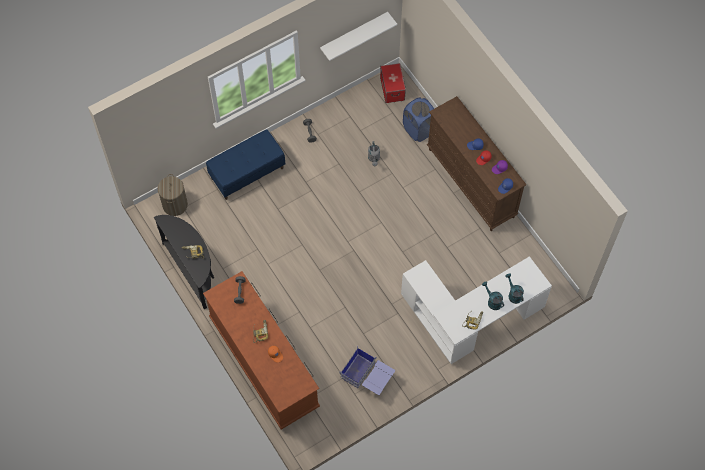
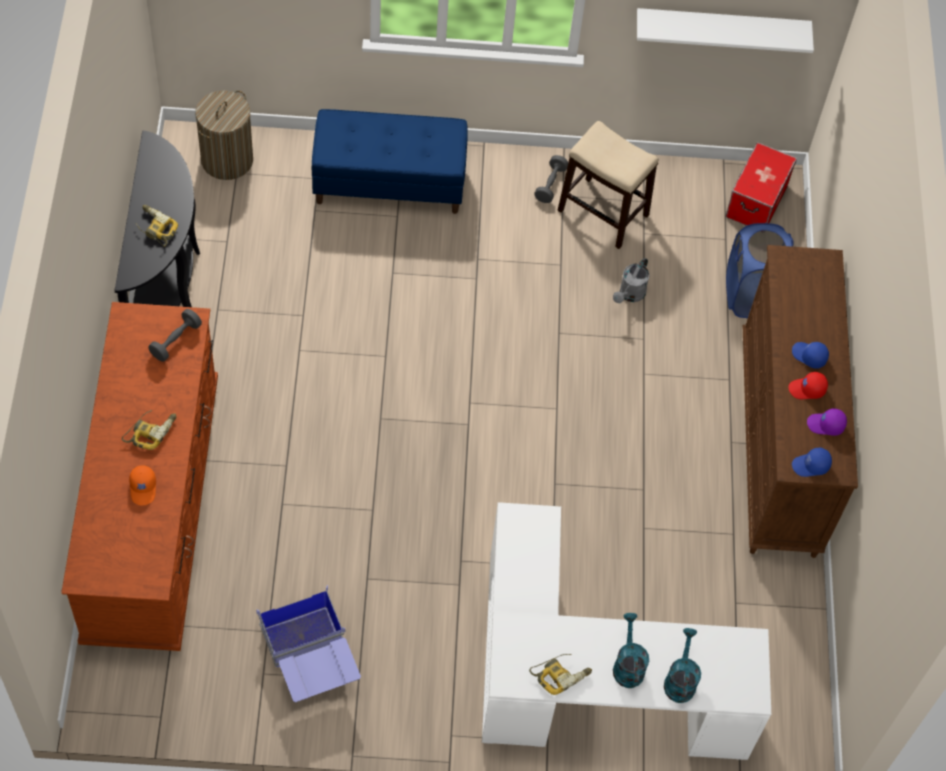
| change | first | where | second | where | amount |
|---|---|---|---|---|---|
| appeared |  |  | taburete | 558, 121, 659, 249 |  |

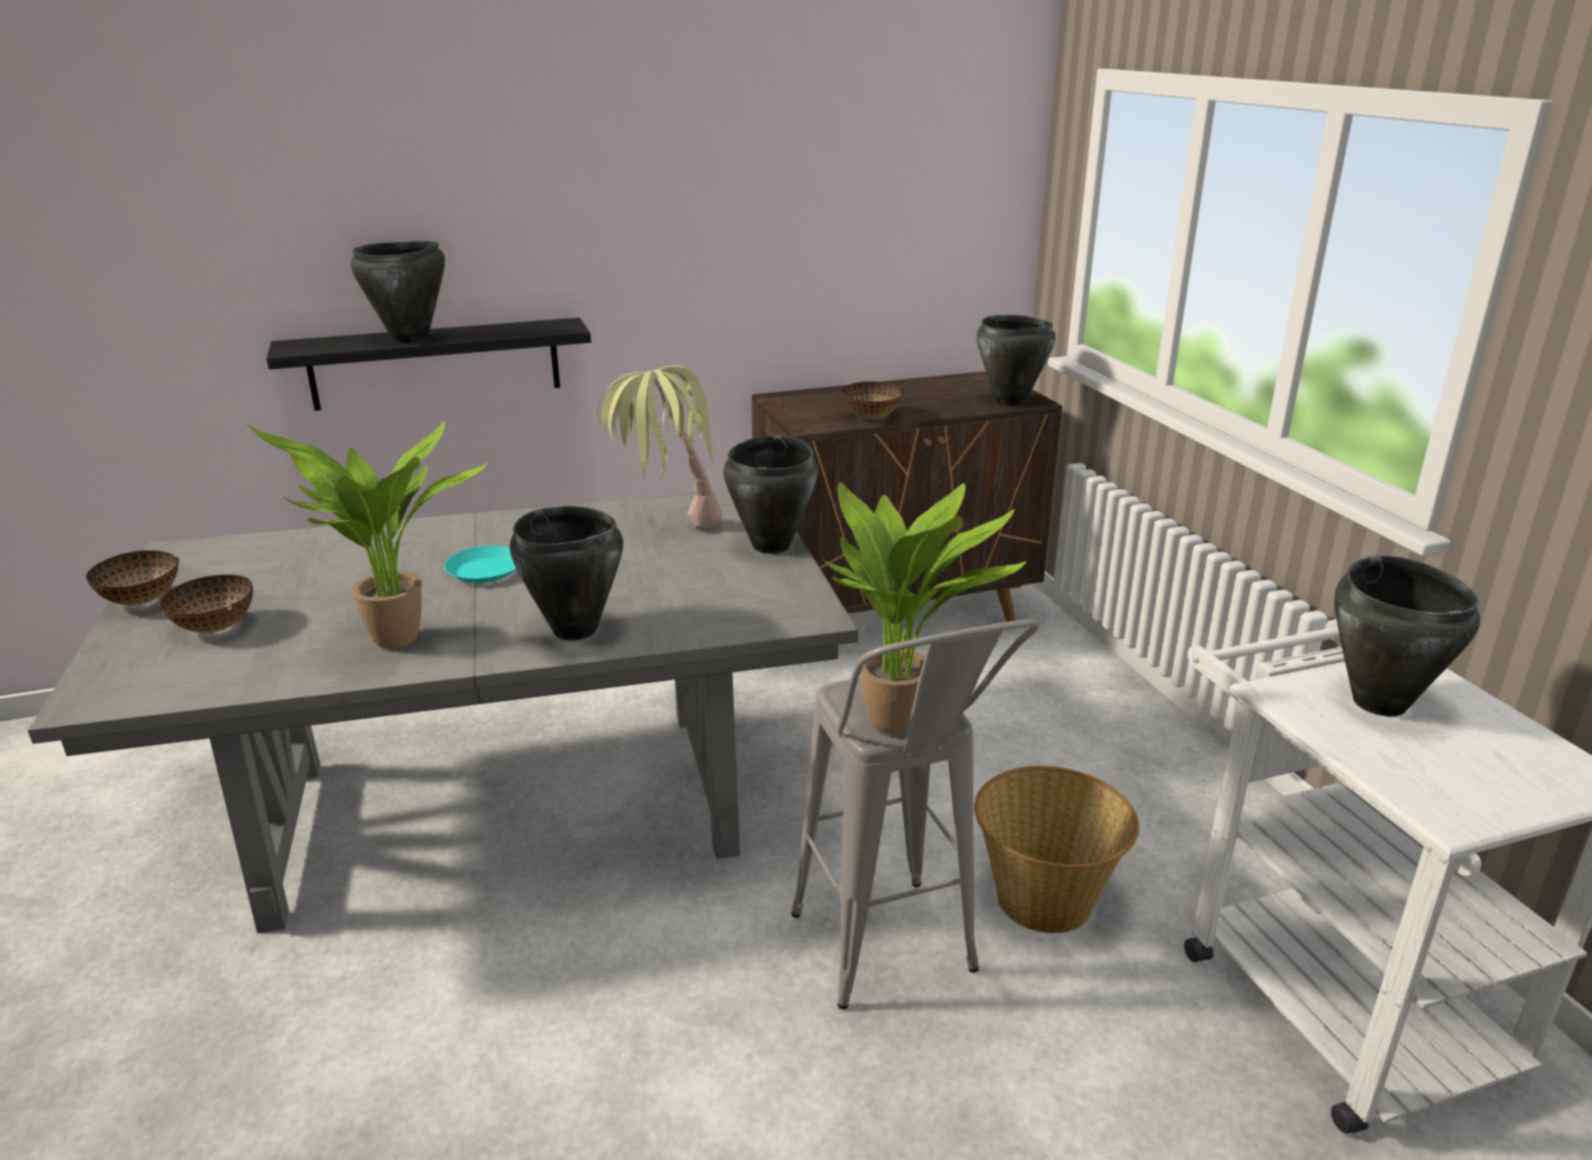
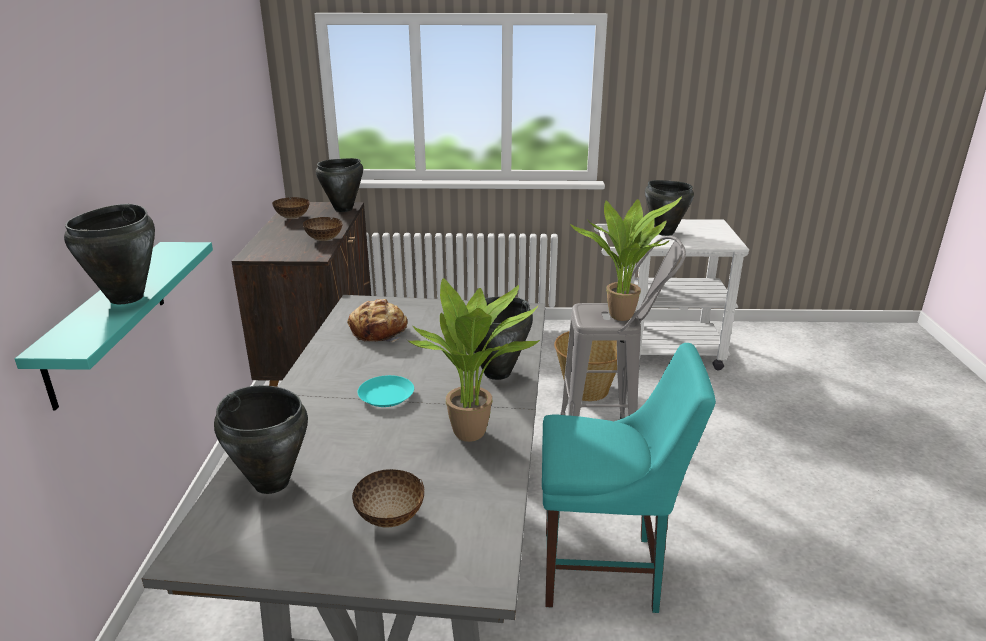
| change | first | where | second | where | amount |
|---|---|---|---|---|---|
| relocated | cuenco | 86, 550, 179, 605 |  | 272, 197, 310, 219 |  |
| colour | estante (negro) | 266, 318, 591, 411 | estante (turquesa) | 15, 242, 213, 410 |  |
| exchanged | planta en maceta | 597, 365, 723, 528 | pan | 347, 299, 407, 342 |  |
| relocated | olla (negro) | 723, 435, 818, 554 |  | 214, 385, 308, 494 |  |
| appeared |  |  | silla (turquesa) | 542, 343, 716, 613 |  |

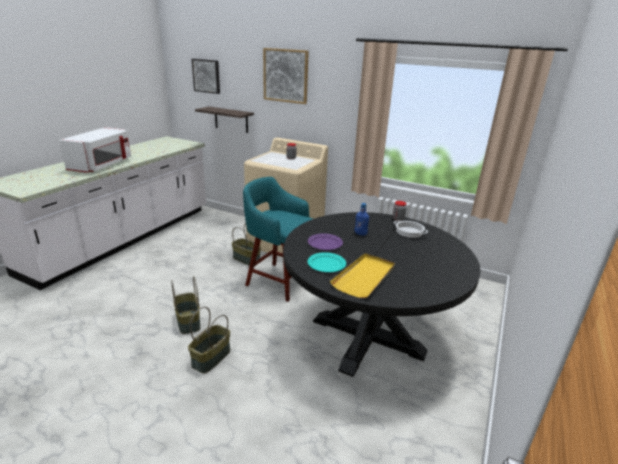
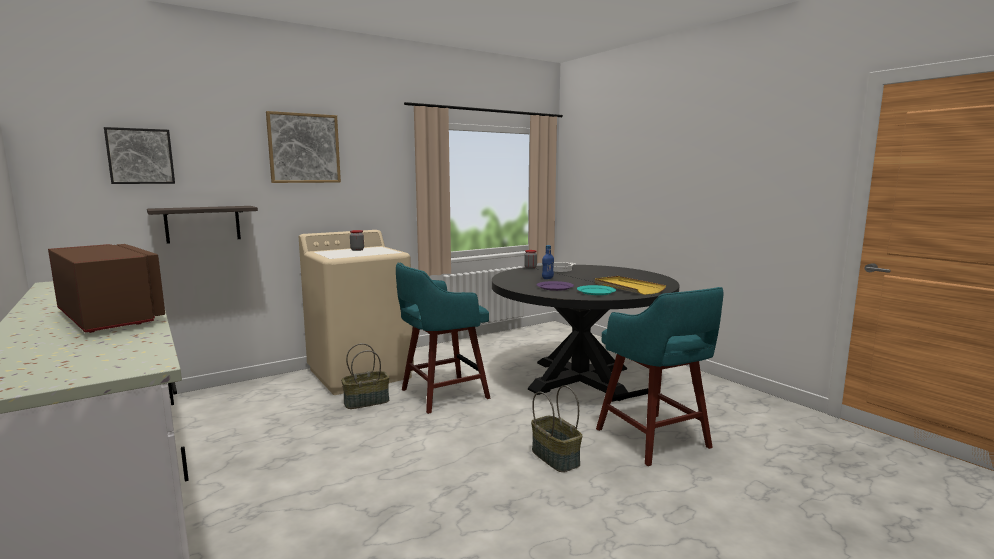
| change | first | where | second | where | amount |
|---|---|---|---|---|---|
| colour | microondas (blanco) | 59, 127, 131, 173 | microondas (marrón) | 48, 244, 165, 333 |  |
| missing | cesta | 171, 276, 200, 334 |  |  |  |
| appeared |  |  | taburete (turquesa) | 596, 287, 723, 466 |  |

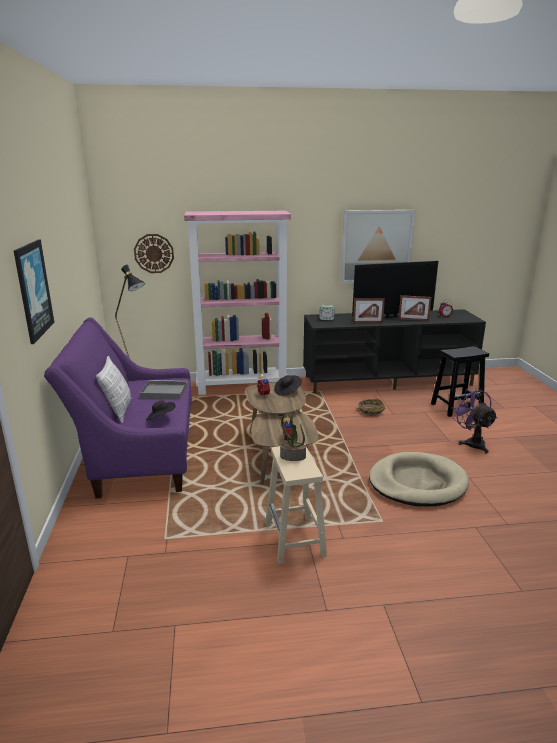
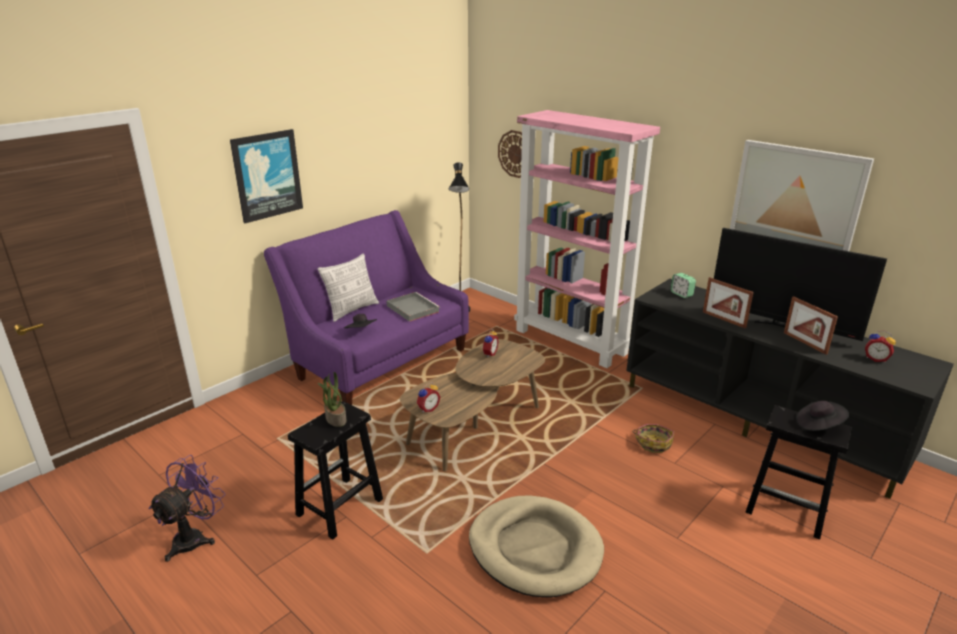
| change | first | where | second | where | amount |
|---|---|---|---|---|---|
| colour | taburete (beis) | 265, 446, 327, 564 | taburete (negro) | 288, 401, 383, 540 |  |
| relocated | sombrero (negro) | 274, 375, 302, 396 |  | 796, 401, 849, 431 |  |
| relocated | ventilador (morado) | 452, 388, 498, 454 |  | 148, 455, 226, 562 |  |

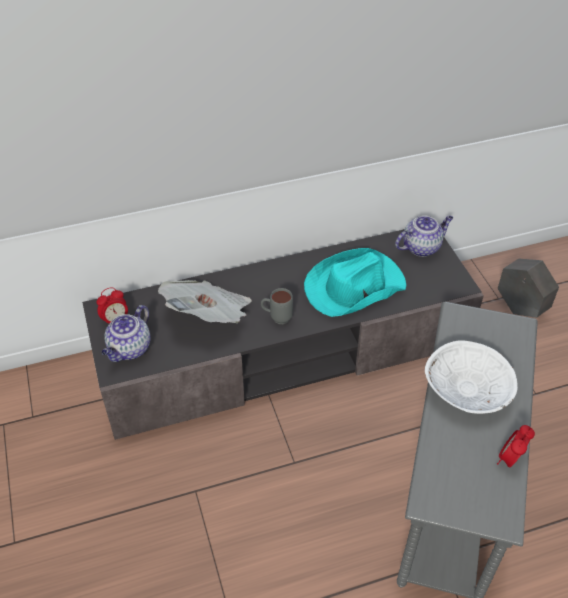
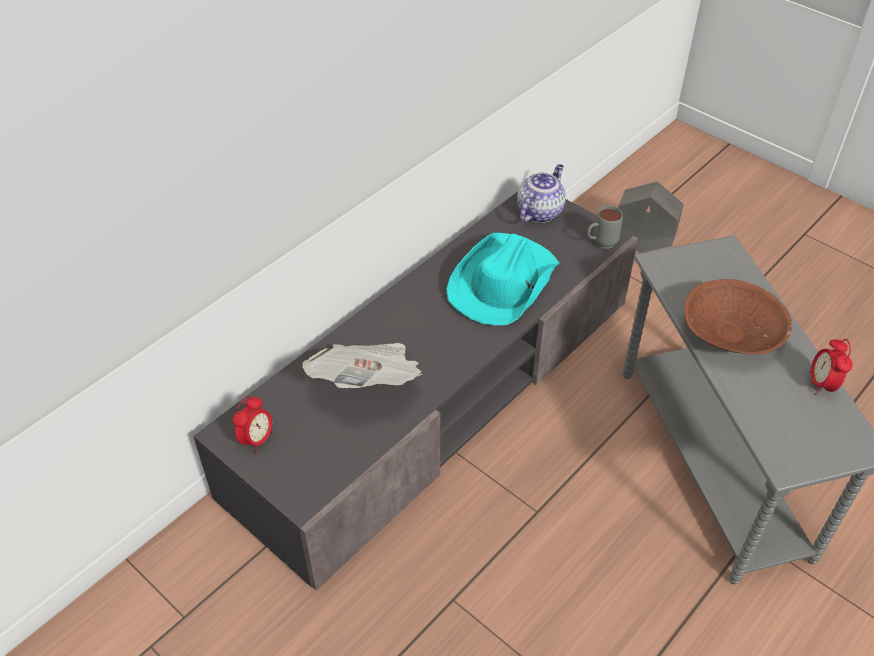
| change | first | where | second | where | amount |
|---|---|---|---|---|---|
| missing | tetera | 102, 305, 151, 362 |  |  |  |
| relocated | taza grande (gris) | 261, 288, 293, 324 |  | 587, 206, 623, 249 |  |
| colour | cuenco (blanco) | 425, 340, 518, 414 | cuenco (marrón) | 684, 279, 792, 354 |  |

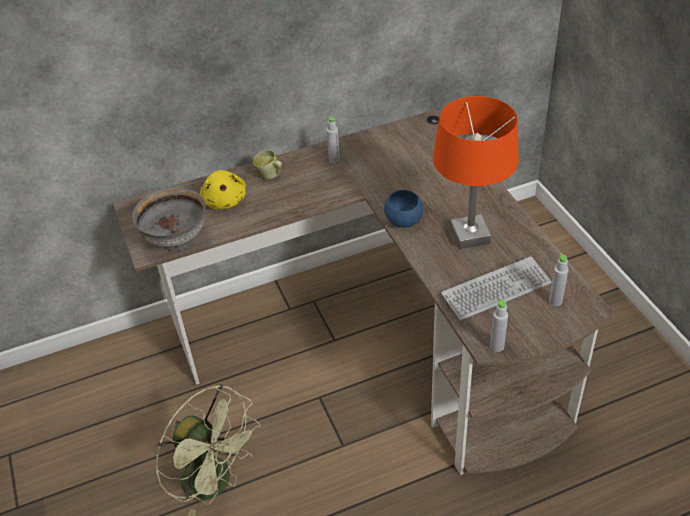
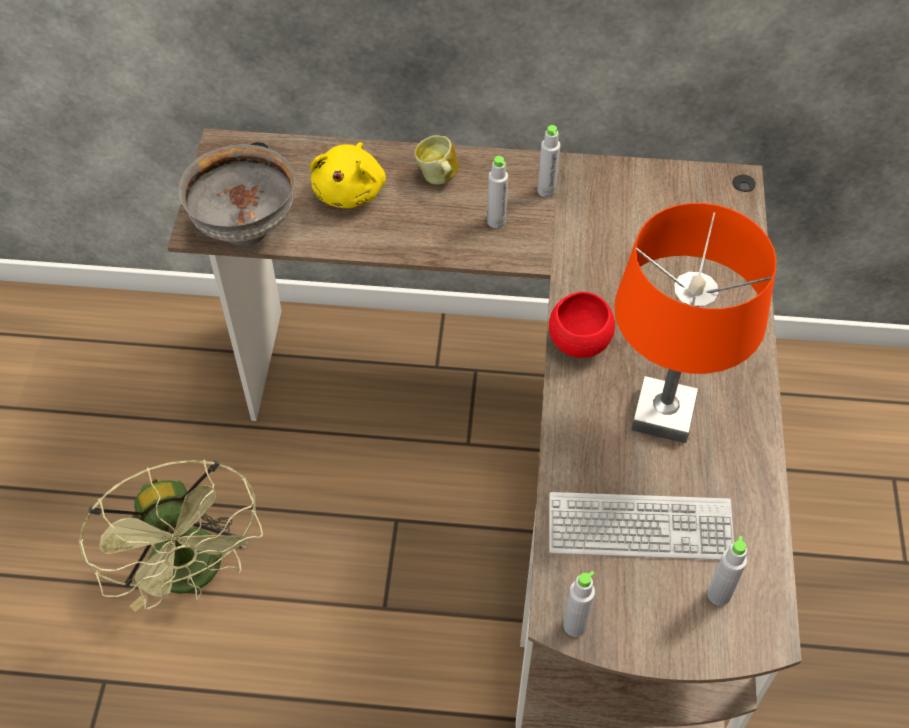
| change | first | where | second | where | amount |
|---|---|---|---|---|---|
| colour | cuenco (azul) | 384, 190, 423, 228 | cuenco (rojo) | 549, 292, 615, 358 |  |
| appeared |  |  | botella (gris) | 487, 156, 508, 228 |  |

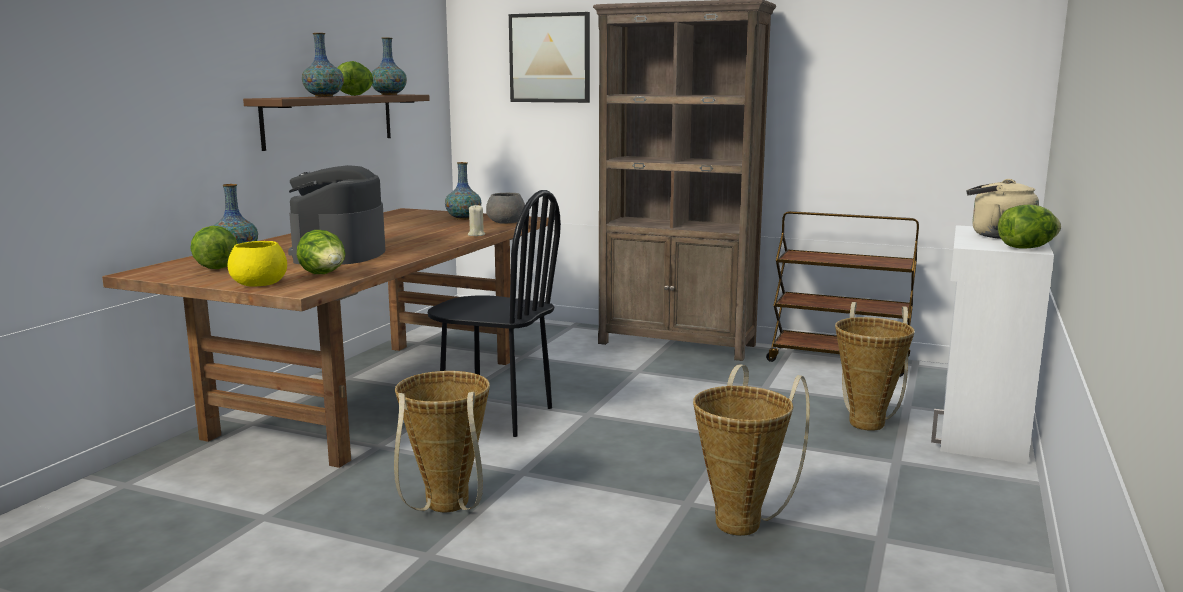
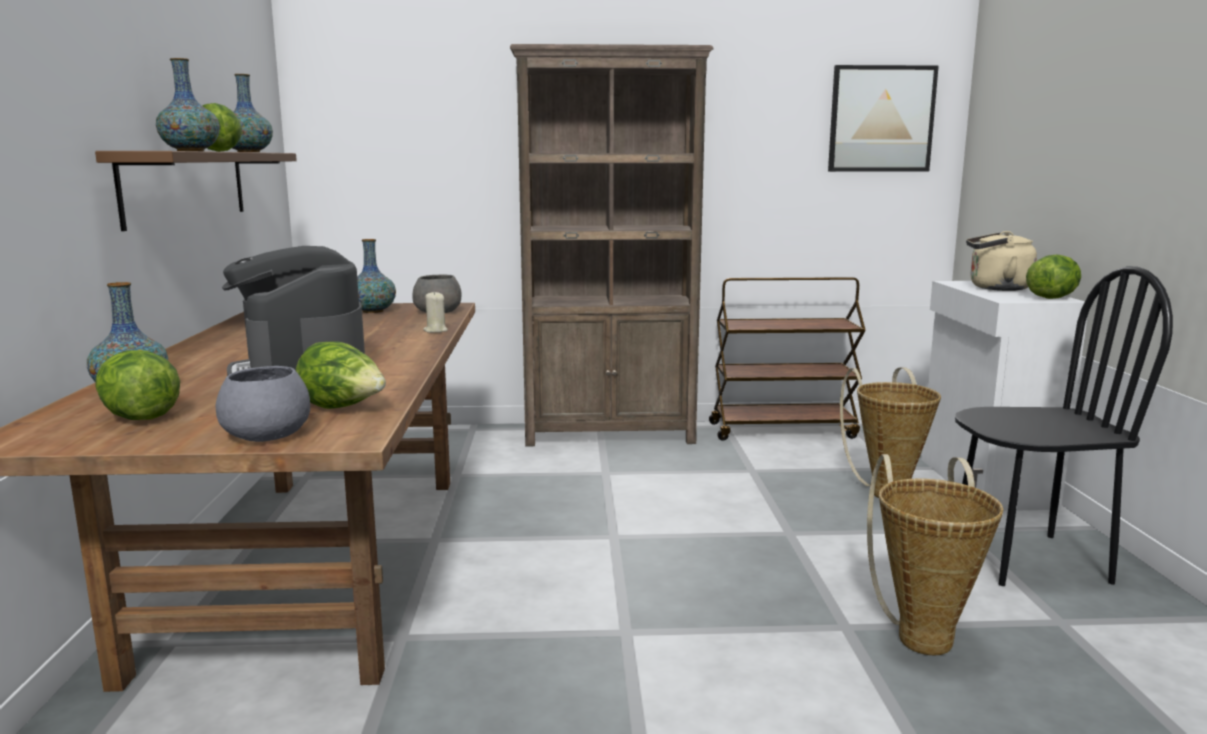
| change | first | where | second | where | amount |
|---|---|---|---|---|---|
| colour | cuenco (amarillo) | 228, 241, 287, 286 | cuenco (gris) | 216, 366, 310, 442 |  |
| missing | cesta | 394, 371, 490, 512 |  |  |  |
| relocated | silla (negro) | 428, 190, 561, 437 |  | 955, 266, 1173, 586 |  |
| relocated | cuadro | 509, 12, 590, 103 |  | 828, 65, 939, 172 |  |

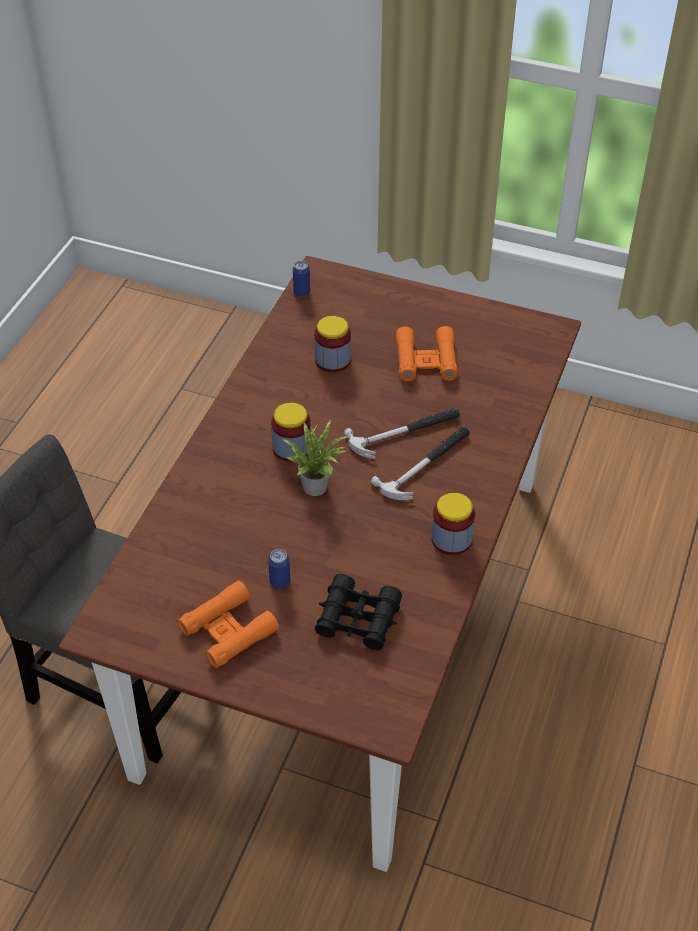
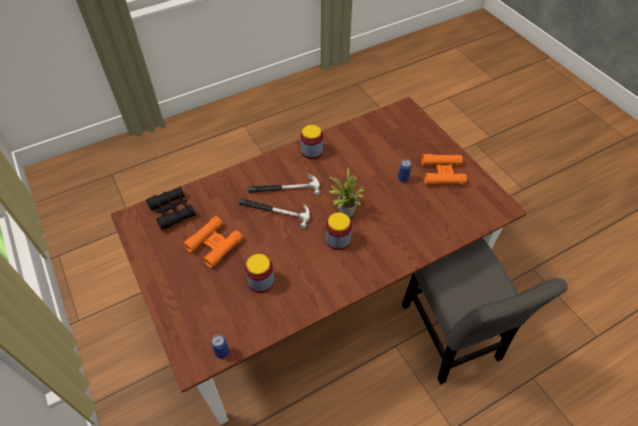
| change | first | where | second | where | amount |
|---|---|---|---|---|---|
| relocated | prismáticos (negro) | 315, 574, 402, 650 |  | 146, 187, 196, 230 |  |

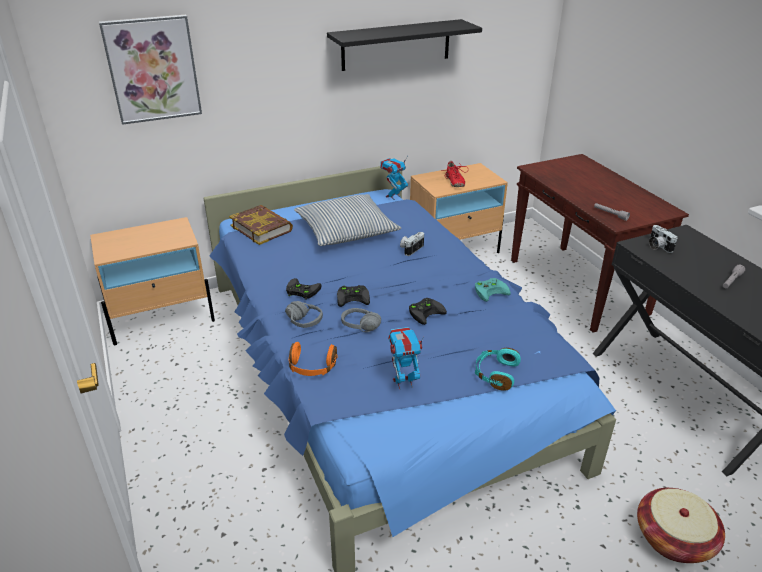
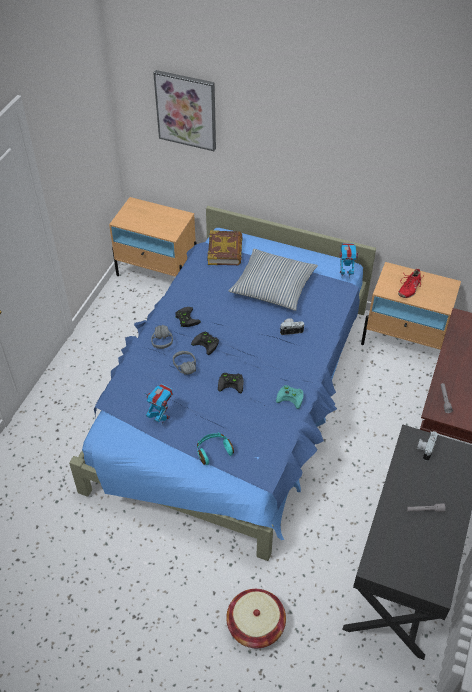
| change | first | where | second | where | amount |
|---|---|---|---|---|---|
| missing | auriculares (naranja) | 289, 342, 338, 376 |  |  |  |
| missing | estante (negro) | 327, 19, 482, 71 |  |  |  |

